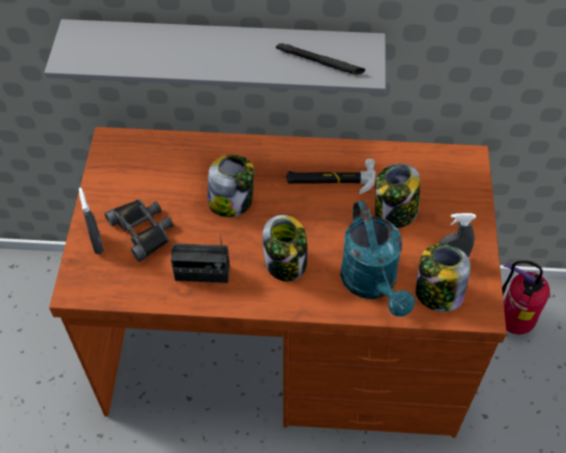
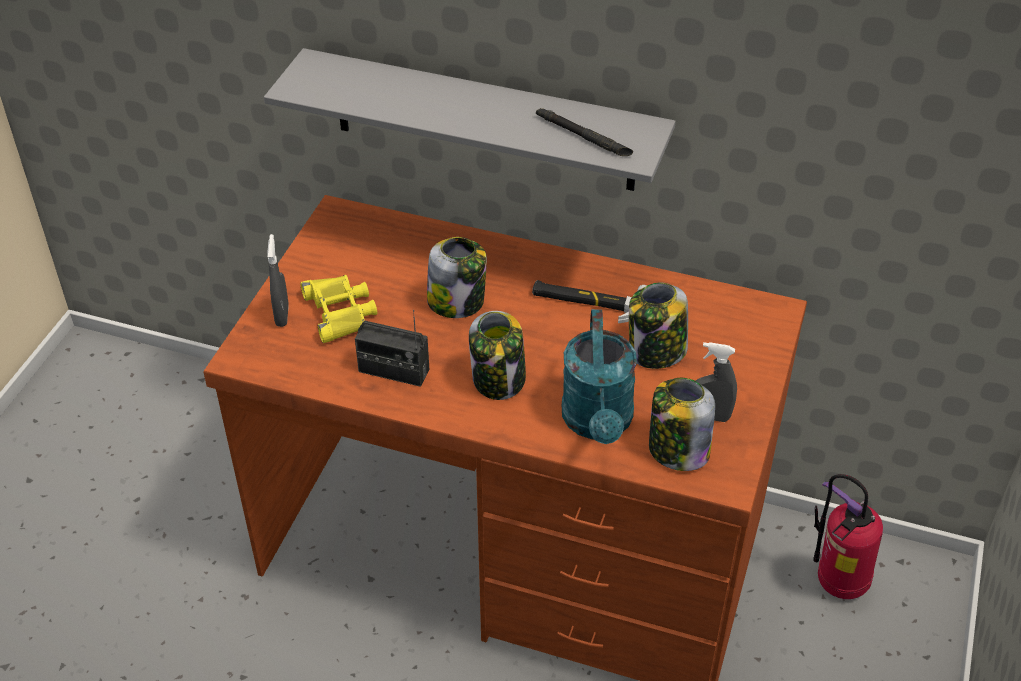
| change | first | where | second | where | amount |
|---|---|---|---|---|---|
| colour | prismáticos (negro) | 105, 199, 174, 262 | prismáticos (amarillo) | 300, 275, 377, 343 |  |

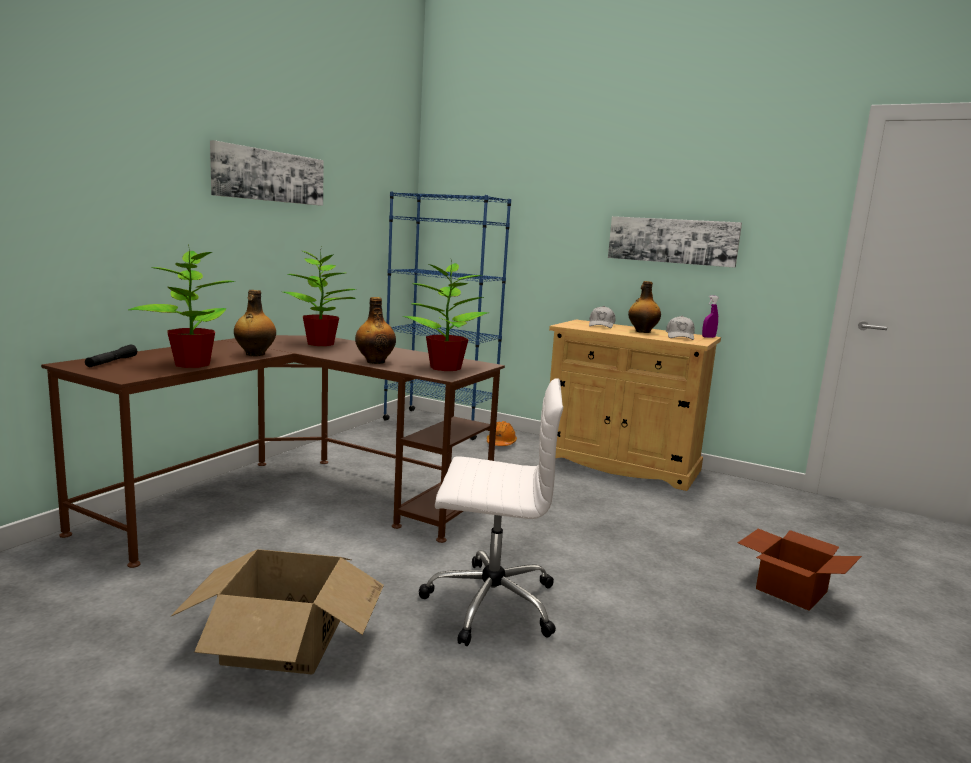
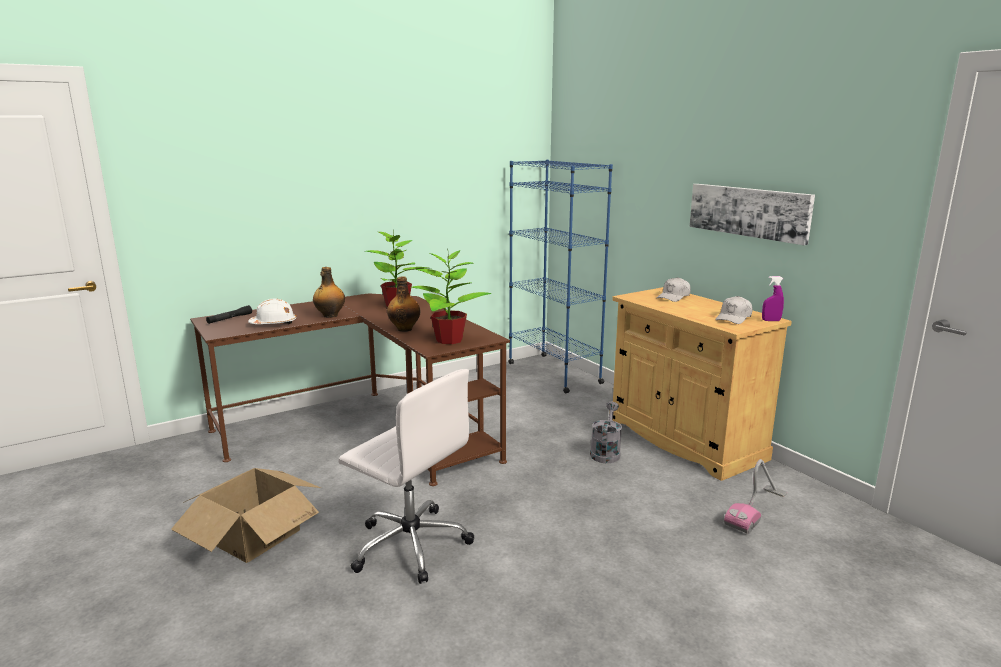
| change | first | where | second | where | amount |
|---|---|---|---|---|---|
| exchanged | planta en maceta | 128, 244, 235, 368 | casco (blanco) | 248, 299, 296, 324 |  |
| missing | cuadro | 210, 140, 324, 206 |  |  |  |
| missing | casco (naranja) | 487, 421, 517, 446 |  |  |  |
| missing | botella | 628, 281, 661, 333 |  |  |  |
| missing | caja de cartón | 738, 529, 862, 611 |  |  |  |
| appeared |  |  | regadera (gris) | 590, 402, 622, 463 |  |
| appeared |  |  | aspiradora | 724, 459, 787, 534 |  |

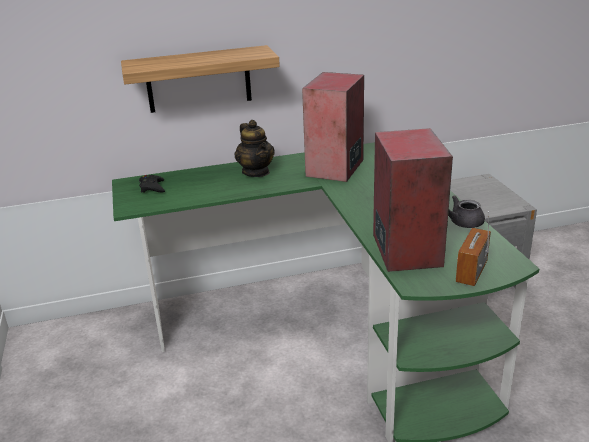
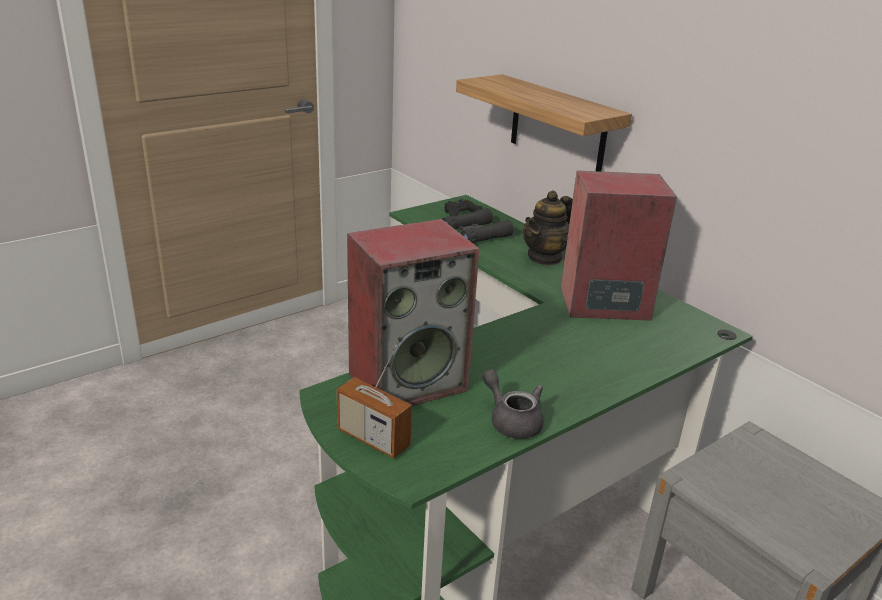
| change | first | where | second | where | amount |
|---|---|---|---|---|---|
| spun | radio | 456, 211, 491, 286 |  | 337, 345, 412, 458 | 150 degrees counterclockwise |
| appeared |  |  | prismáticos (negro) | 442, 208, 514, 244 |  |

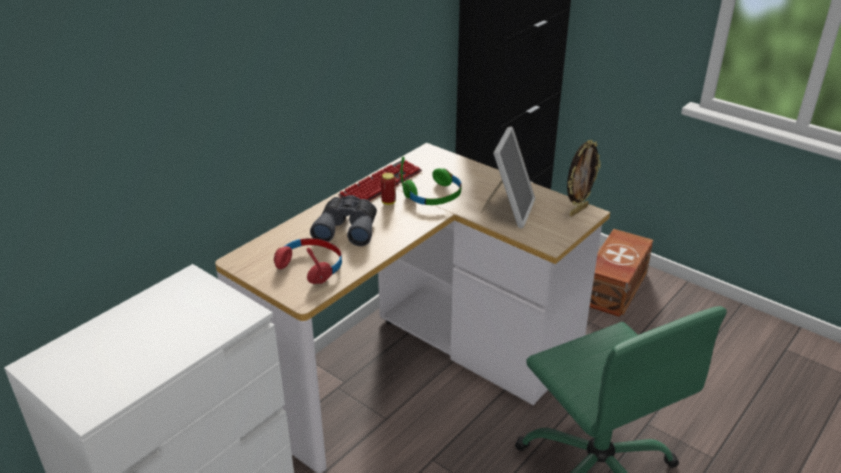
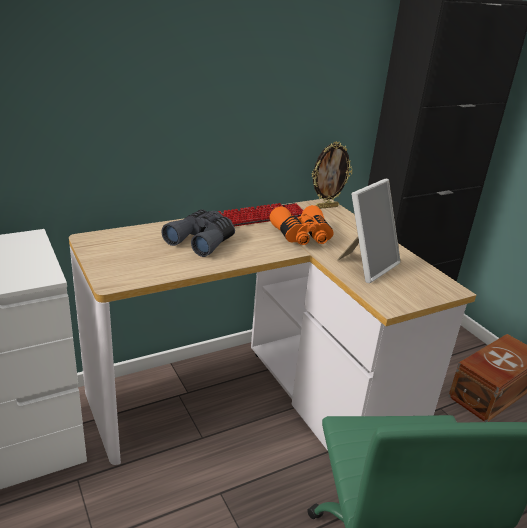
| change | first | where | second | where | amount |
|---|---|---|---|---|---|
| missing | auriculares (rojo) | 274, 238, 342, 284 |  |  |  |
| missing | lata | 381, 173, 396, 205 |  |  |  |
| exchanged | auriculares (verde) | 401, 157, 461, 205 | prismáticos (naranja) | 270, 205, 334, 245 |  |
| relocated | portarretratos | 567, 140, 601, 217 |  | 312, 141, 353, 209 |  |

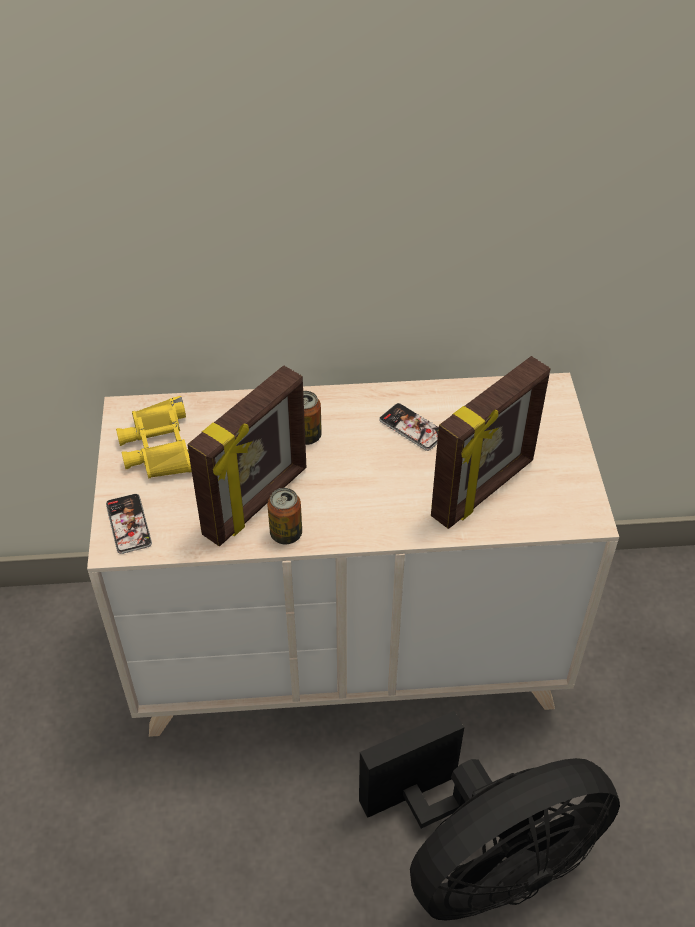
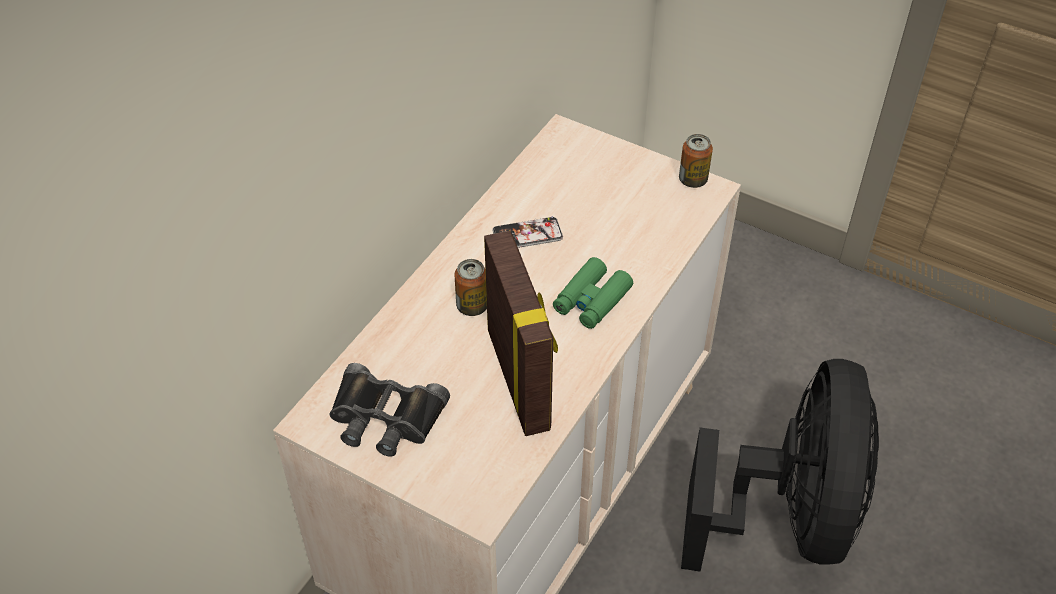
| change | first | where | second | where | amount |
|---|---|---|---|---|---|
| missing | móvil | 106, 494, 152, 554 |  |  |  |
| colour | prismáticos (amarillo) | 116, 396, 192, 479 | prismáticos (negro) | 329, 363, 450, 457 |  |
| relocated | lata | 267, 488, 302, 544 |  | 679, 134, 713, 188 |  |
| missing | portarretratos | 431, 356, 551, 529 |  |  |  |
| appeared |  |  | prismáticos (verde) | 553, 257, 633, 329 |  |

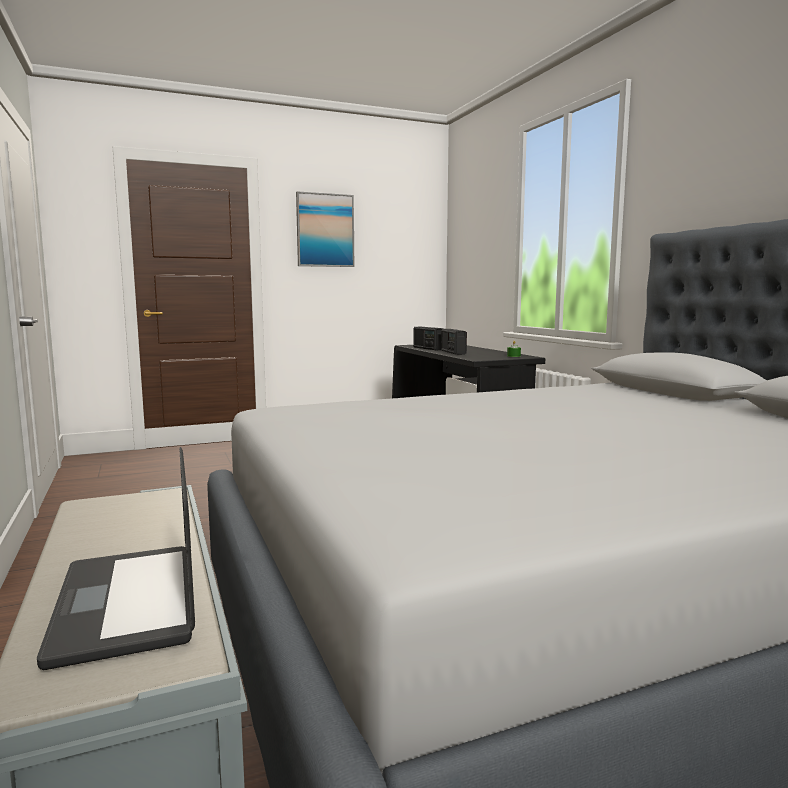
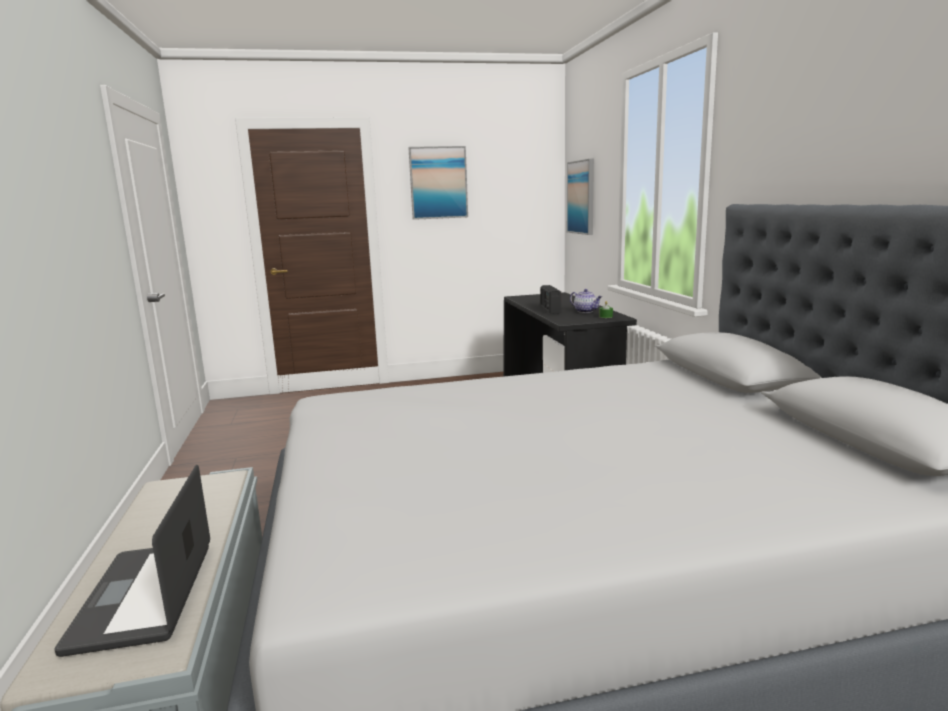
| change | first | where | second | where | amount |
|---|---|---|---|---|---|
| missing | radio | 413, 327, 443, 350 |  |  |  |
| appeared |  |  | cuadro | 567, 159, 594, 235 |  |
| appeared |  |  | tetera | 570, 289, 602, 313 |  |

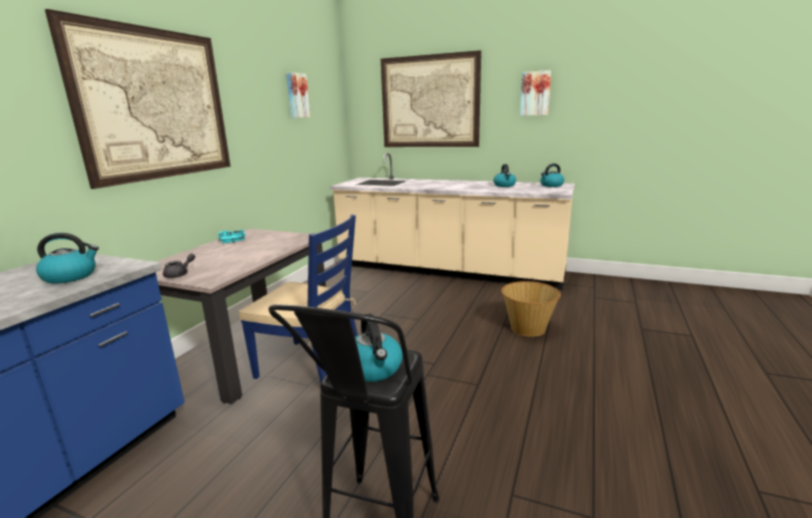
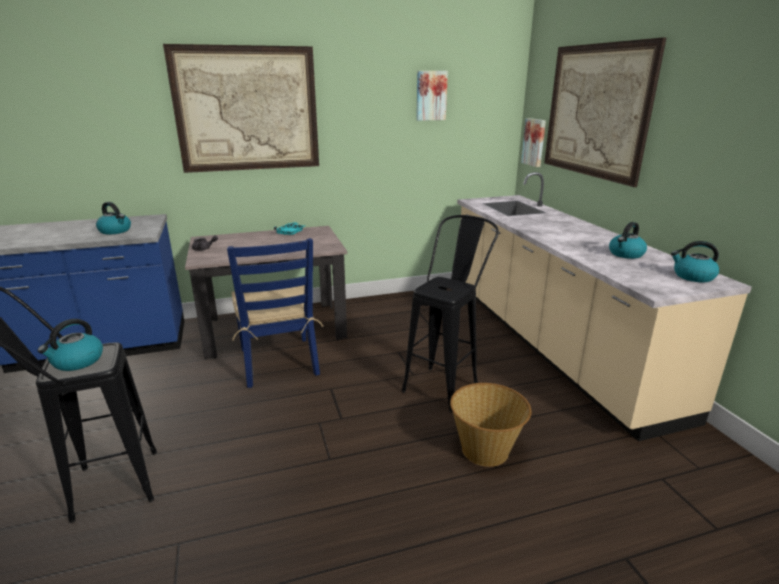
| change | first | where | second | where | amount |
|---|---|---|---|---|---|
| relocated | cuadro | 520, 70, 551, 116 |  | 521, 118, 546, 167 |  |
| appeared |  |  | taburete (negro) | 402, 215, 499, 412 |  |

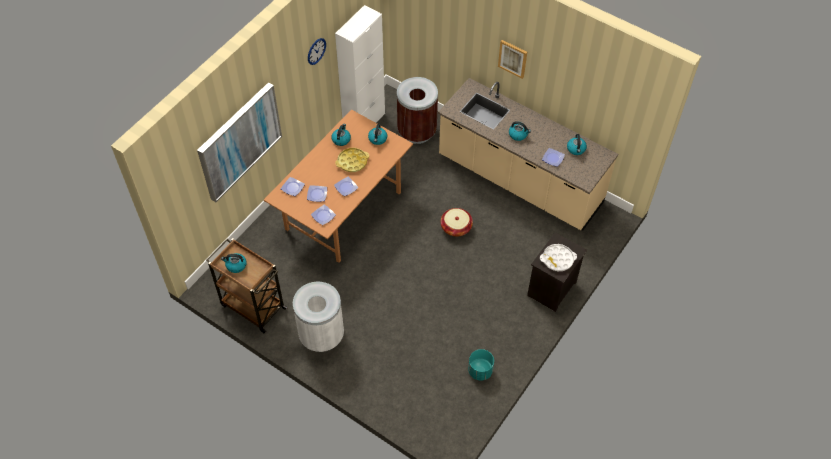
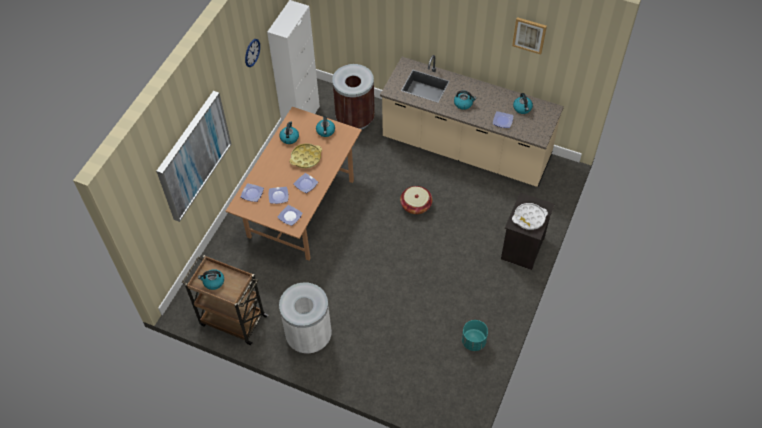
| change | first | where | second | where | amount |
|---|---|---|---|---|---|
| relocated | cuadro | 498, 40, 527, 79 |  | 512, 17, 547, 55 |  |

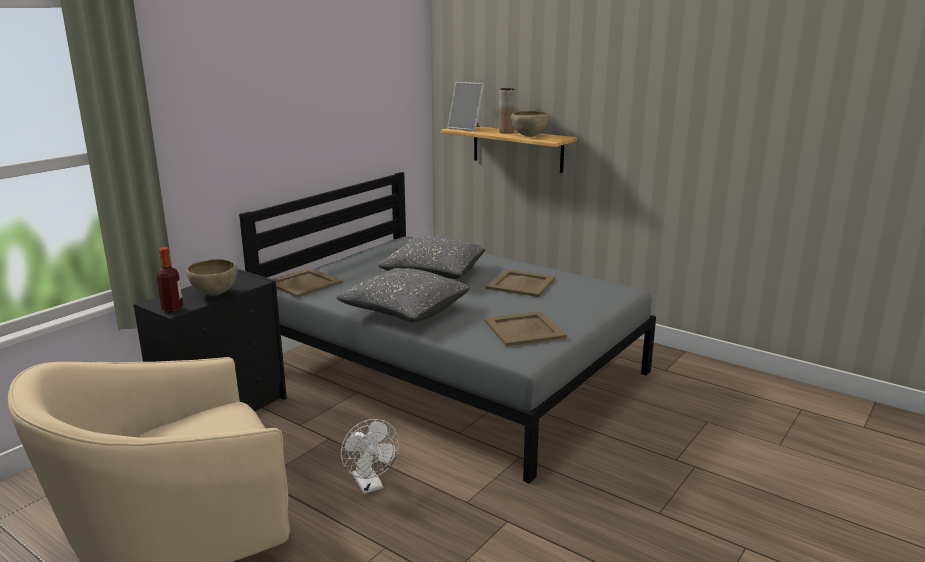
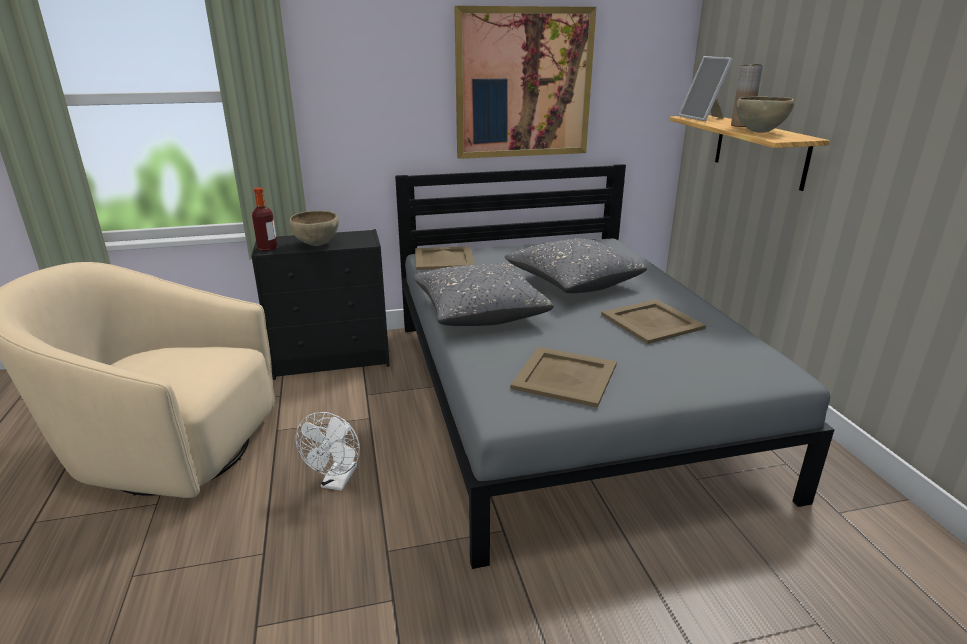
| change | first | where | second | where | amount |
|---|---|---|---|---|---|
| appeared |  |  | cuadro | 454, 6, 596, 159 |  |

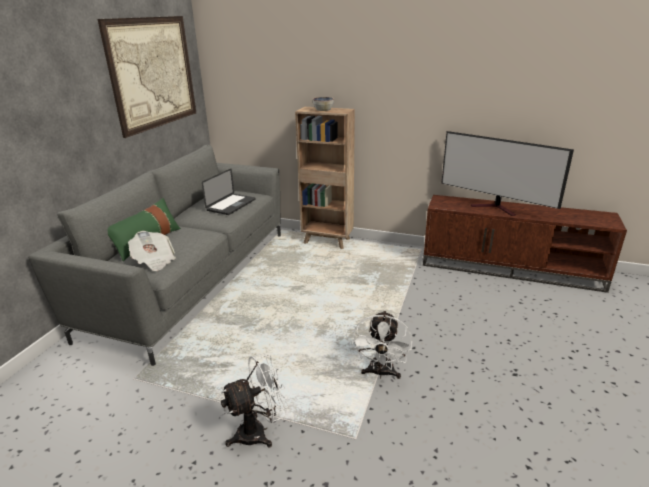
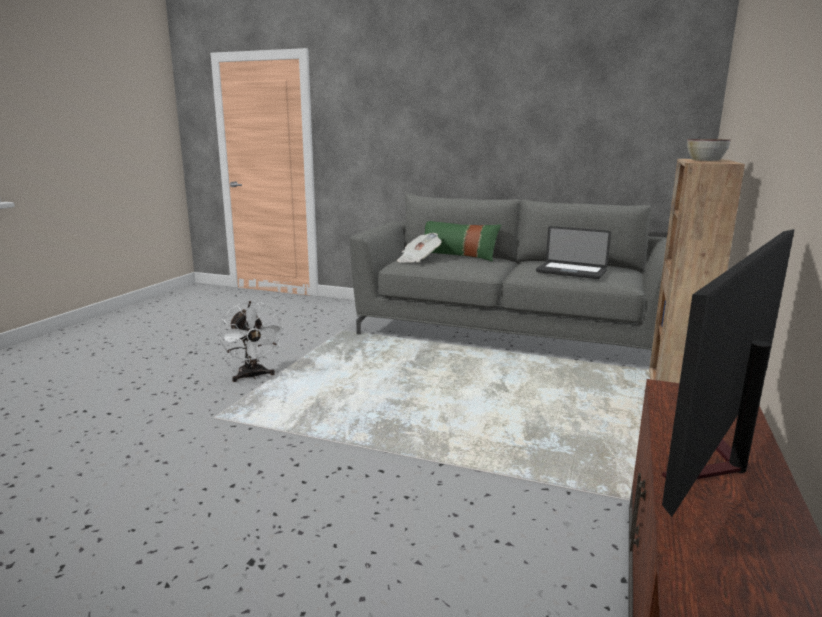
| change | first | where | second | where | amount |
|---|---|---|---|---|---|
| missing | cuadro | 97, 16, 196, 138 |  |  |  |
| missing | ventilador (blanco) | 352, 311, 412, 379 |  |  |  |

